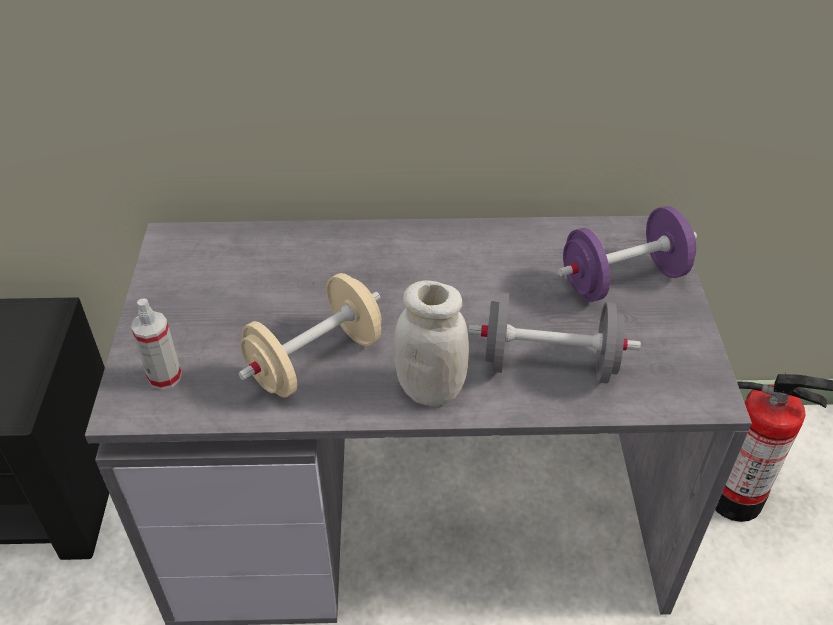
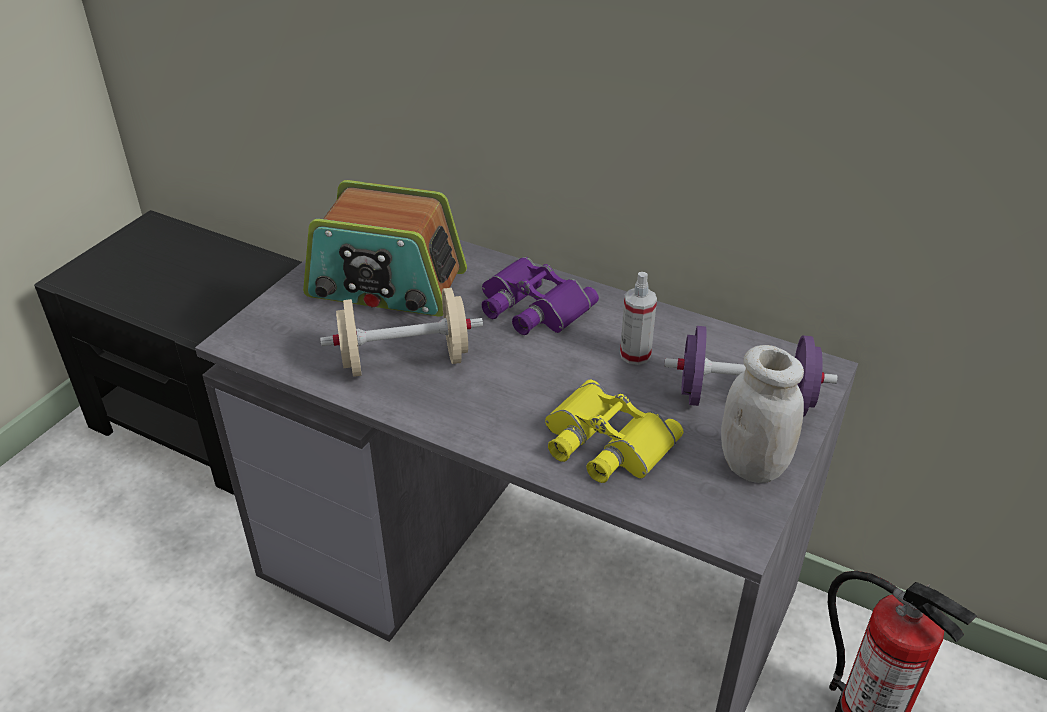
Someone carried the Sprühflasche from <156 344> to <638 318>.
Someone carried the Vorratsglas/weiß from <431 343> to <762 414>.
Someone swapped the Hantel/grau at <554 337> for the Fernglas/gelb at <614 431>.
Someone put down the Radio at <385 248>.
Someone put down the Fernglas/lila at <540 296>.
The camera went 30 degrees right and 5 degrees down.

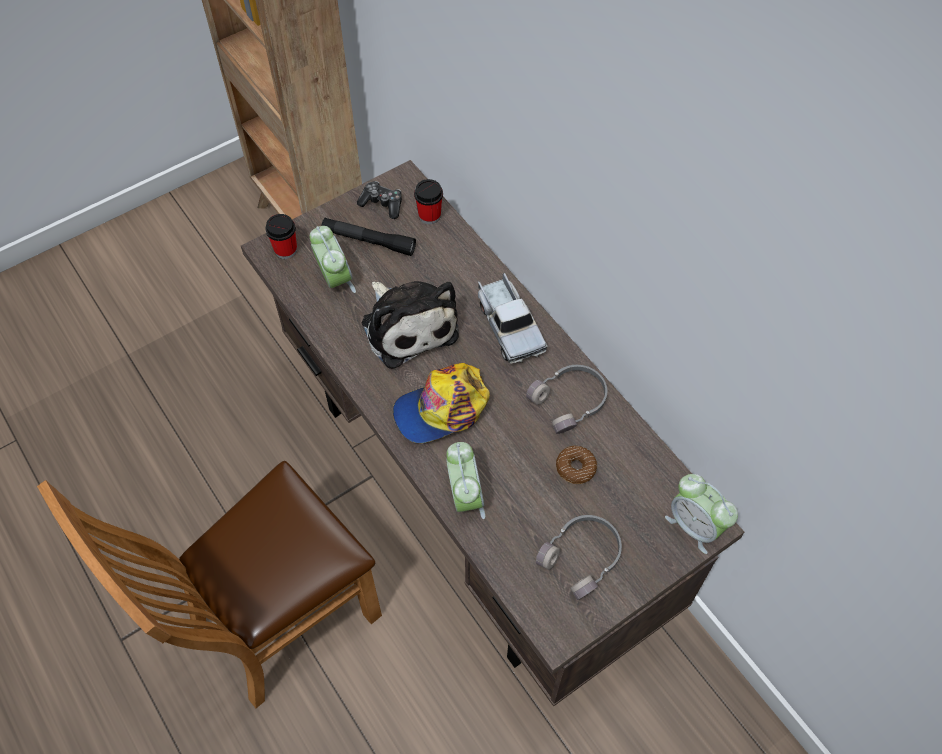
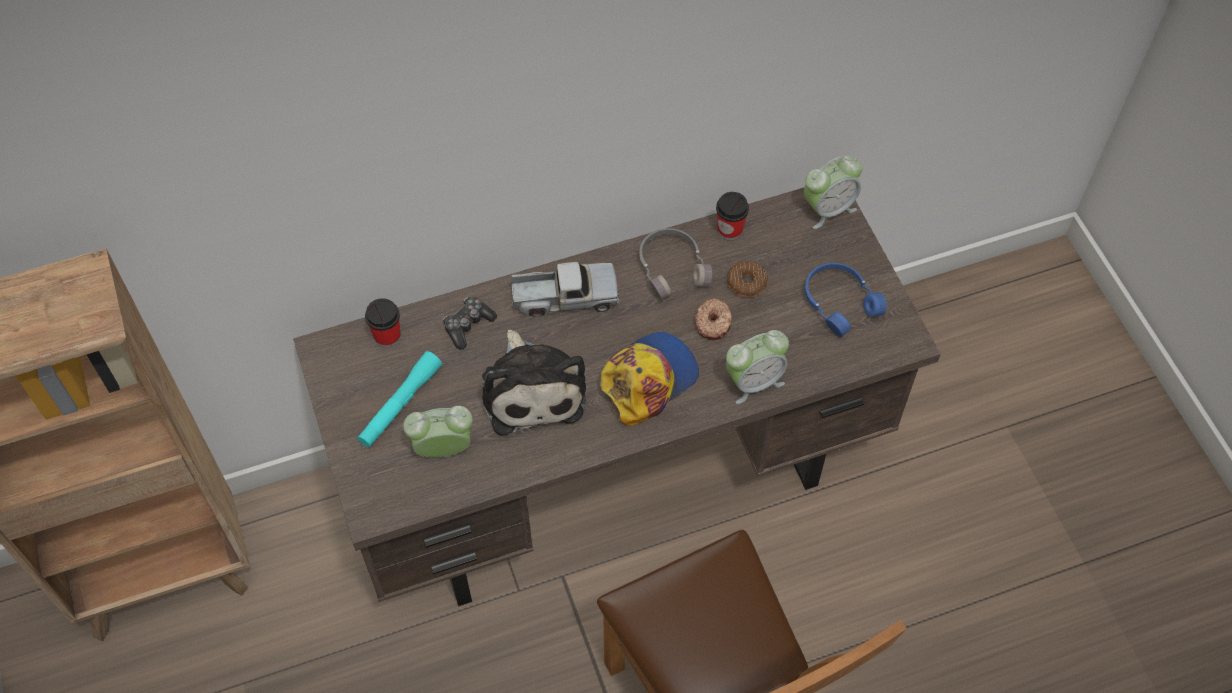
Someone carried the Tasse from <281 236> to <732 216>.
Someone repainted the Taschenlampe/schwarz at <368 237>, which became the Taschenlampe/türkis at <399 399>.
Someone carried the Gamepad from <379 200> to <470 323>.
Someone rotated the Plüschtier at <410 325> by 90 degrees clockwise.
Someone rotated the Kappe at <441 403> by 120 degrees counterclockwise.
Someone rotated the Wecker at <465 480> by 150 degrees clockwise.
Someone repainted the Kopfhörer/grau at <579 557>, which became the Kopfhörer/blau at <846 300>.
Someone put down the Donut at <713 319>.
The camera went 75 degrees left and 0 degrees up.

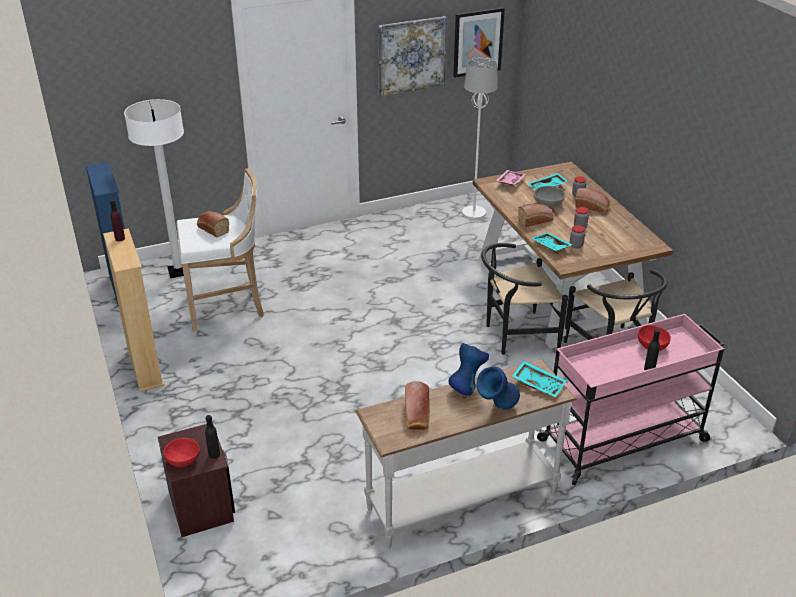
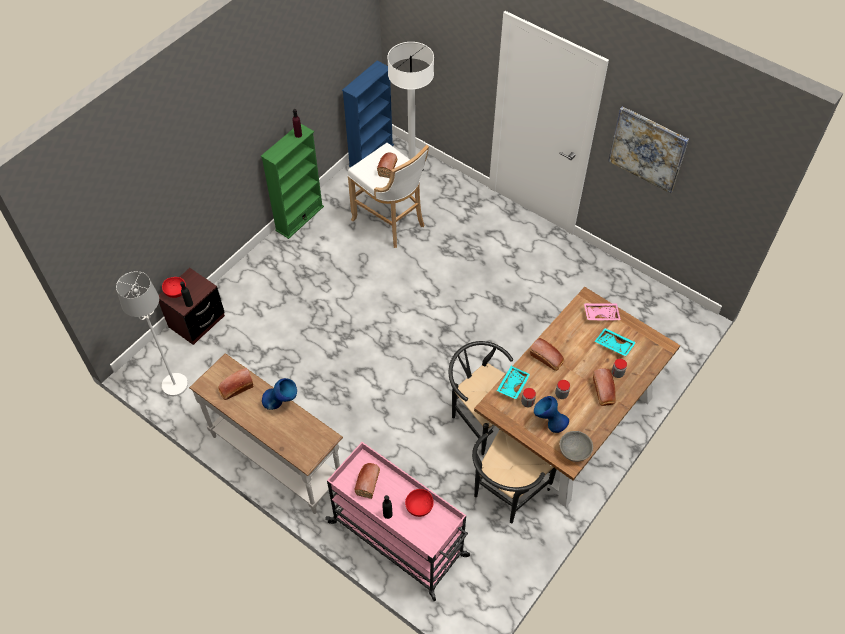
Someone repainted the Bücherregal/beige at <133 310>, which became the Bücherregal/grün at <292 181>.
Someone took away the Bild at <479 42>.
Someone carried the Stehlampe/weiß from <480 138> to <152 333>.
Someone carried the Vase/blau from <498 388> to <551 414>.
Someone took away the Tablett/türkis at <539 379>.
Someone carried the Schüssel/grau from <549 196> to <576 446>.
Someone put down the Brot at <367 481>.
The camera went 60 degrees right and 20 degrees up.

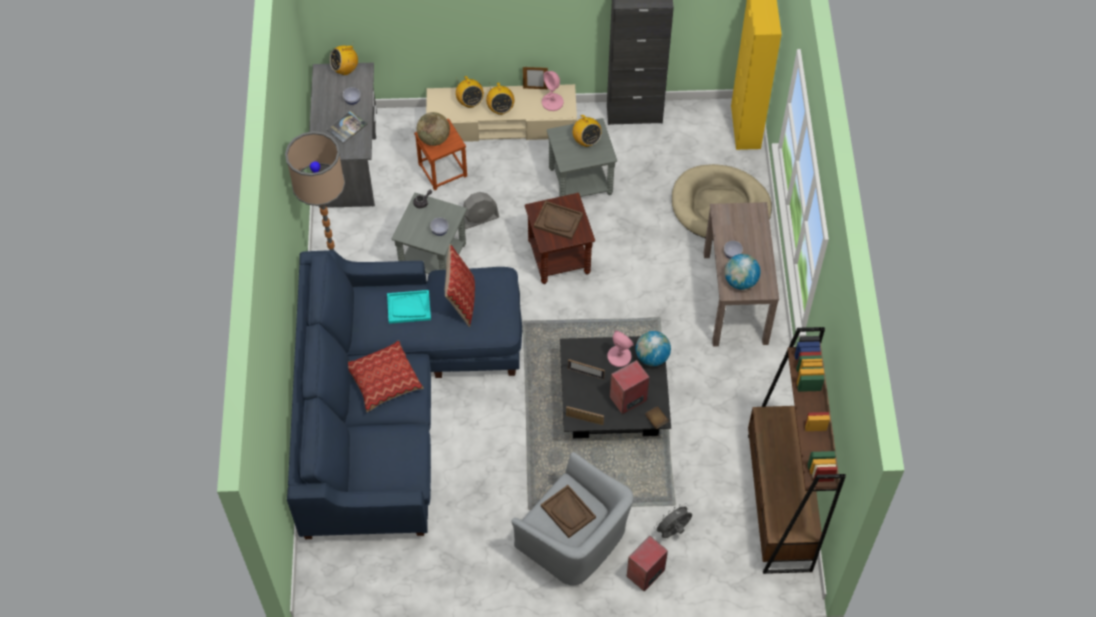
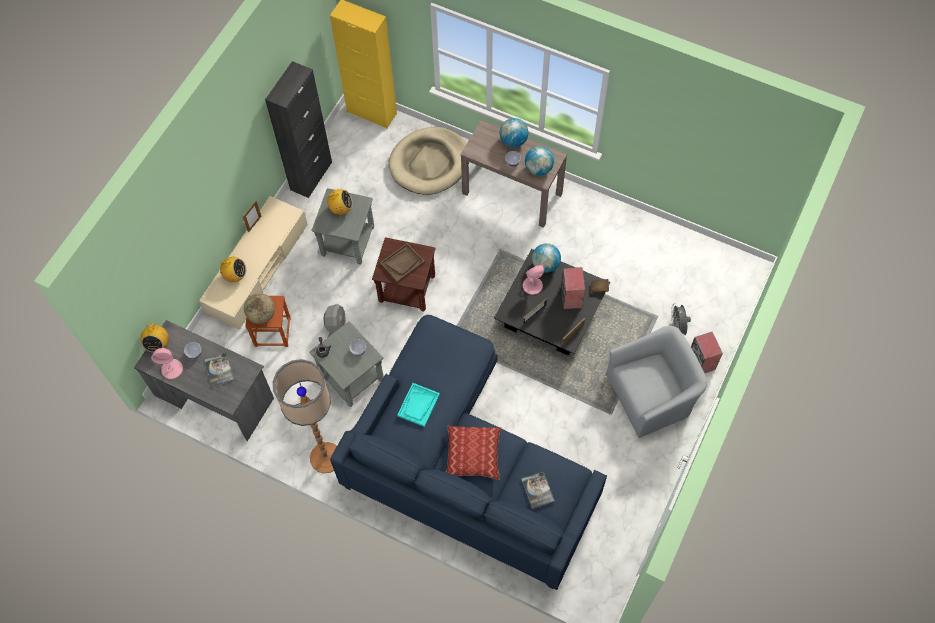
Someone took away the Kissen at <460 285>.
Someone took away the Radio at <500 99>.
Someone took away the Tablett/braun at <568 511>.
Someone carried the Tischlampe/rosa from <553 91> to <167 363>.
Someone took away the Bücherregal/braun at <797 450>.
Someone put down the Globus at <514 132>.
Someone put down the Buch at <538 490>.
The camera went 60 degrees left and 5 degrees up.

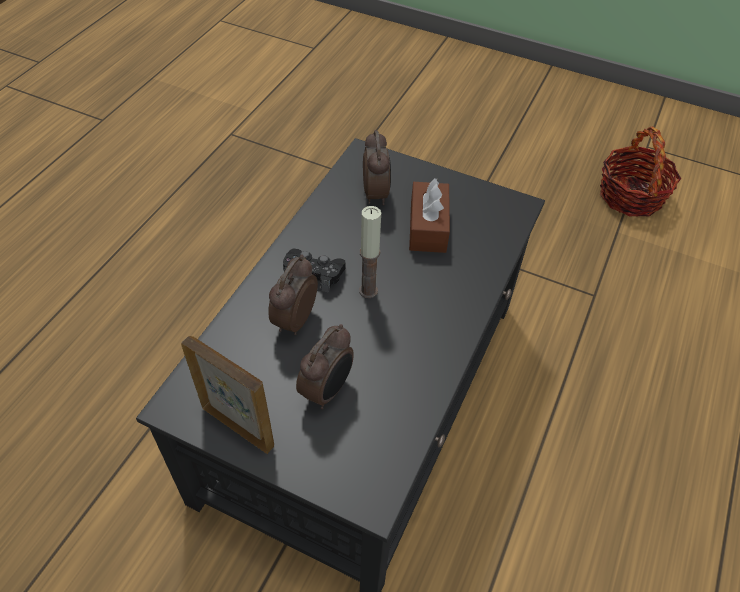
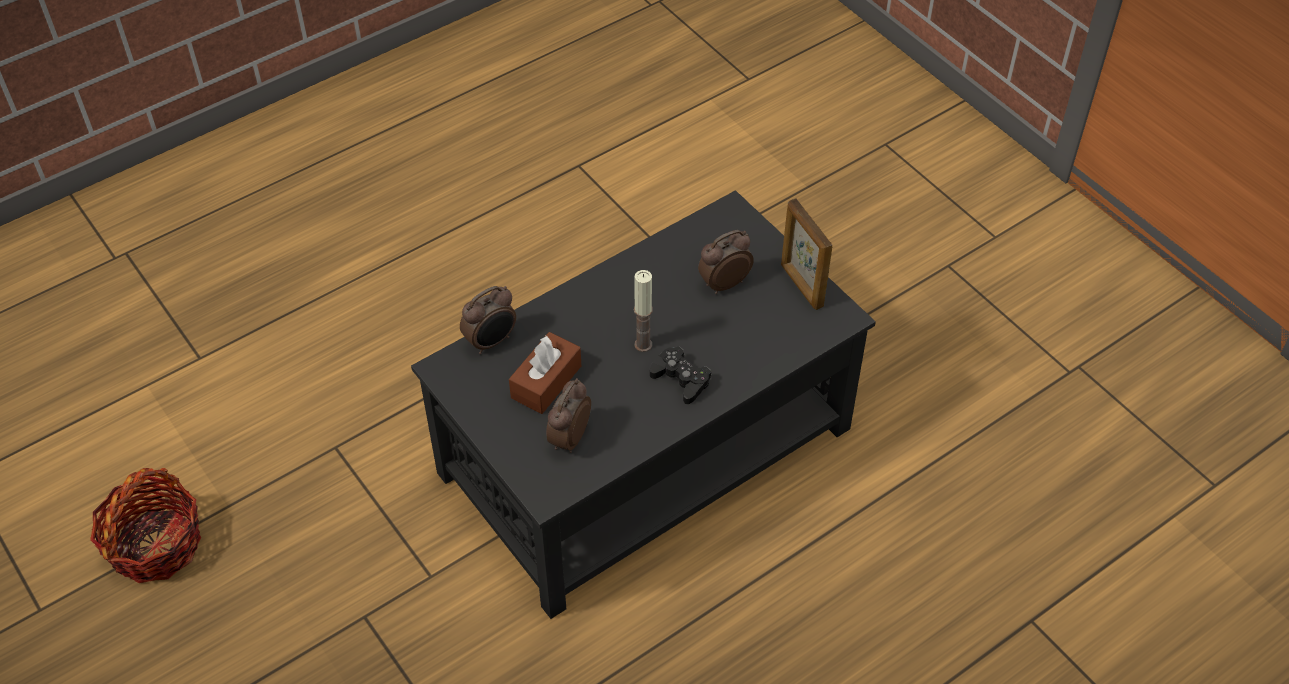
Someone carried the Wecker from <293 295> to <488 320>.
The camera went 150 degrees left and 0 degrees up.

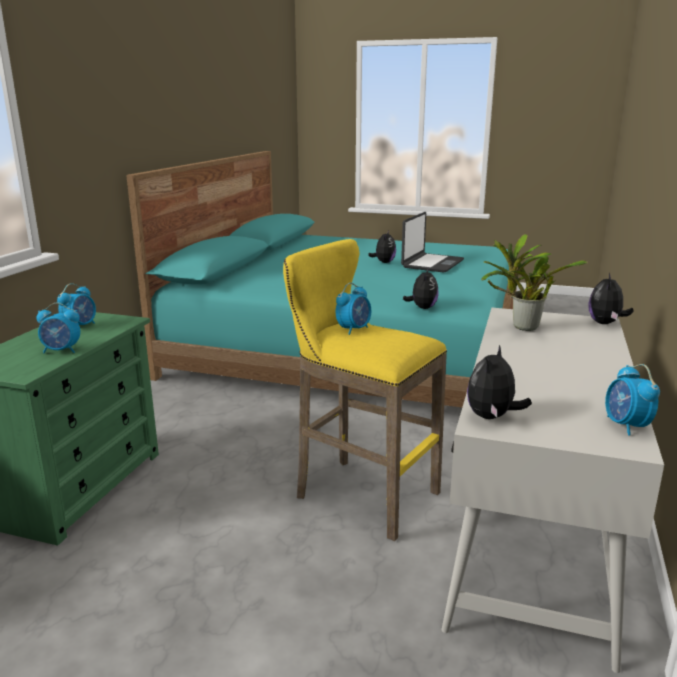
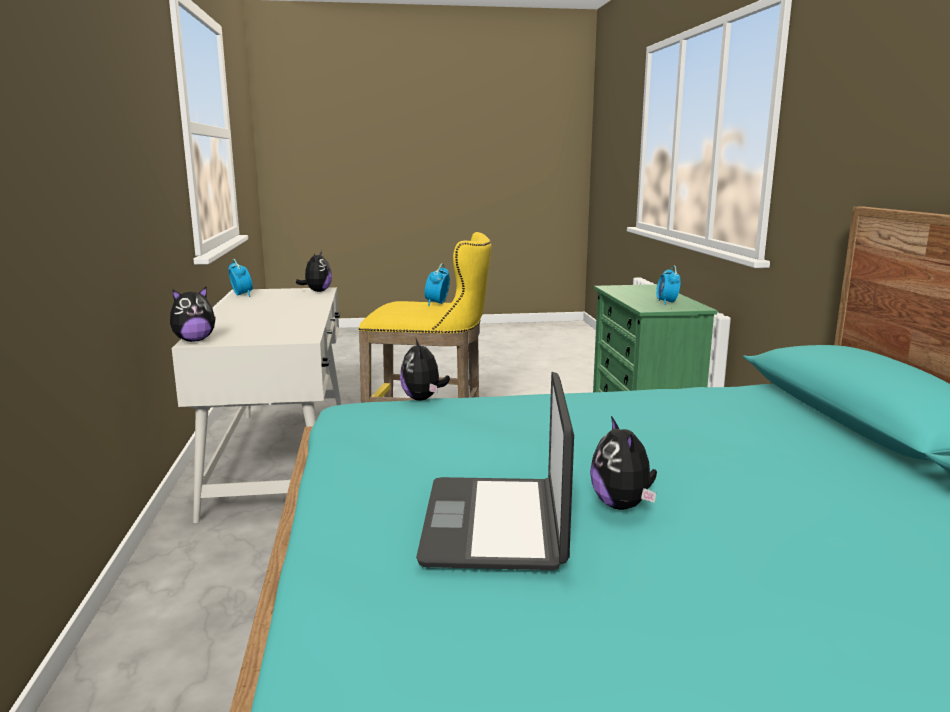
Someone took away the Wecker at <58 328>.
Someone took away the Topfpflanze at <534 282>.
Someone rotated the Plüschtier at <611 298> by 60 degrees clockwise.
The camera went 155 degrees right and 5 degrees down.

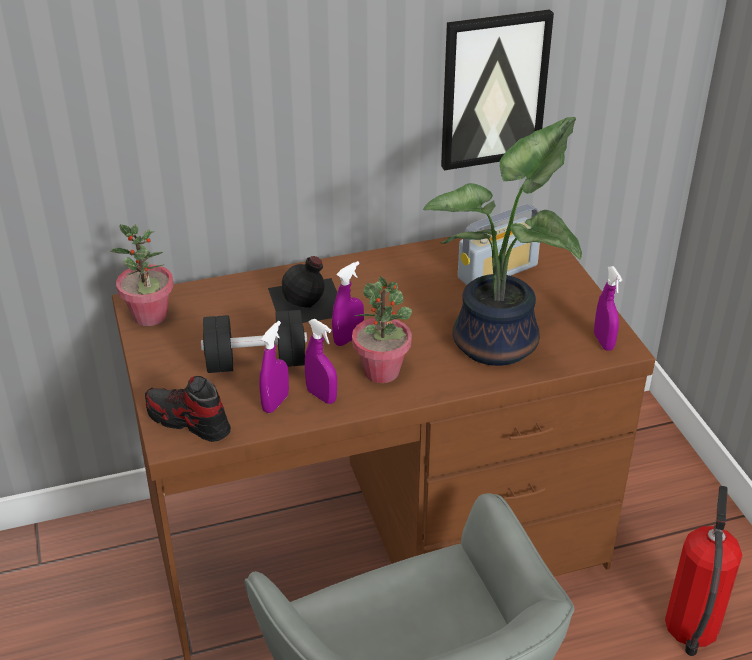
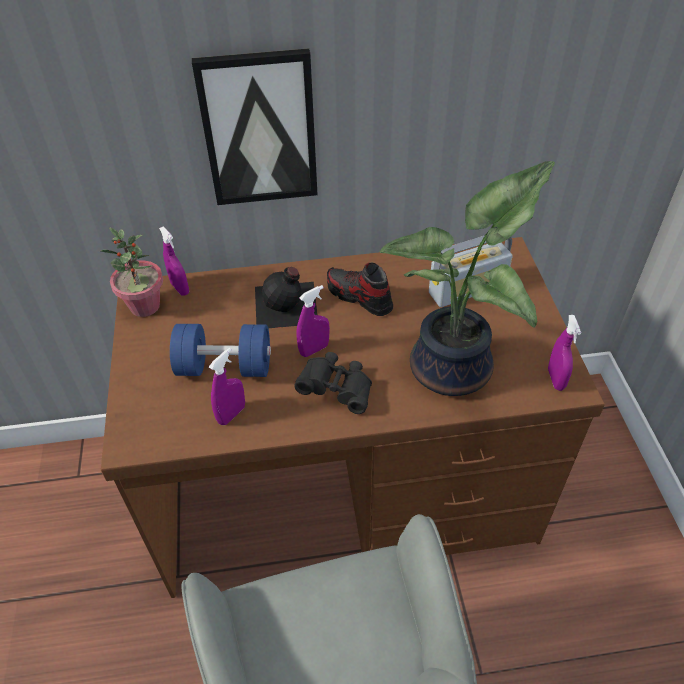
Someone carried the Schuh from <188 409> to <360 289>.
Someone repainted the Hantel/schwarz at <254 341>, which became the Hantel/blau at <220 350>.
Someone carried the Sprühflasche/lila from <321 361> to <174 261>.
Someone swapped the Topfpflanze at <382 329> for the Fernglas/schwarz at <333 383>.
Someone carried the Bild from <497 89> to <255 126>.
Someone took away the Feuerlöscher at <703 571>.
The camera went 10 degrees right and 10 degrees up.

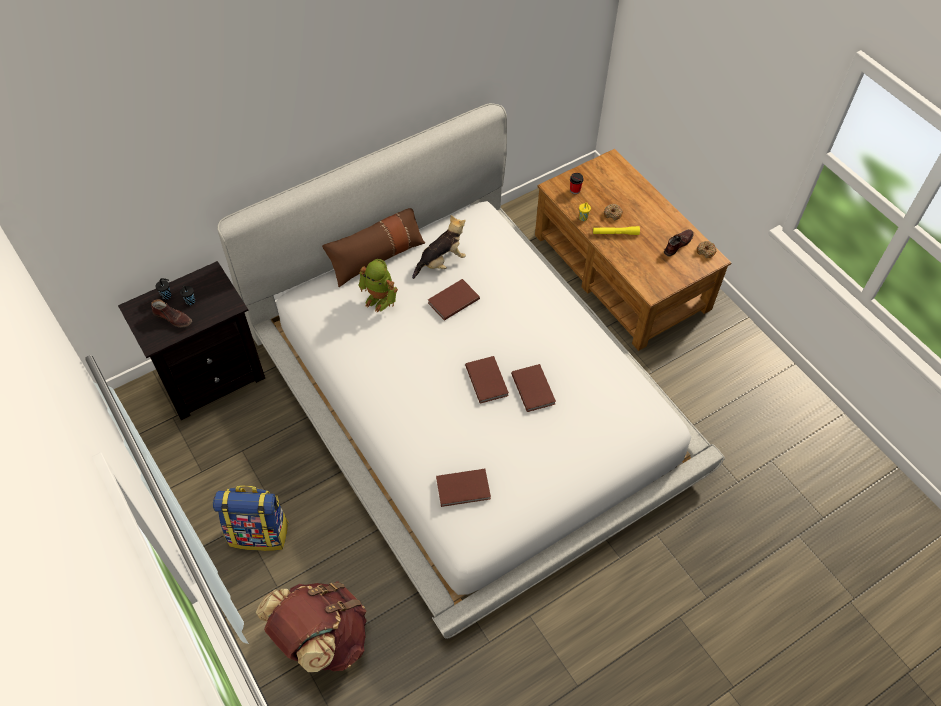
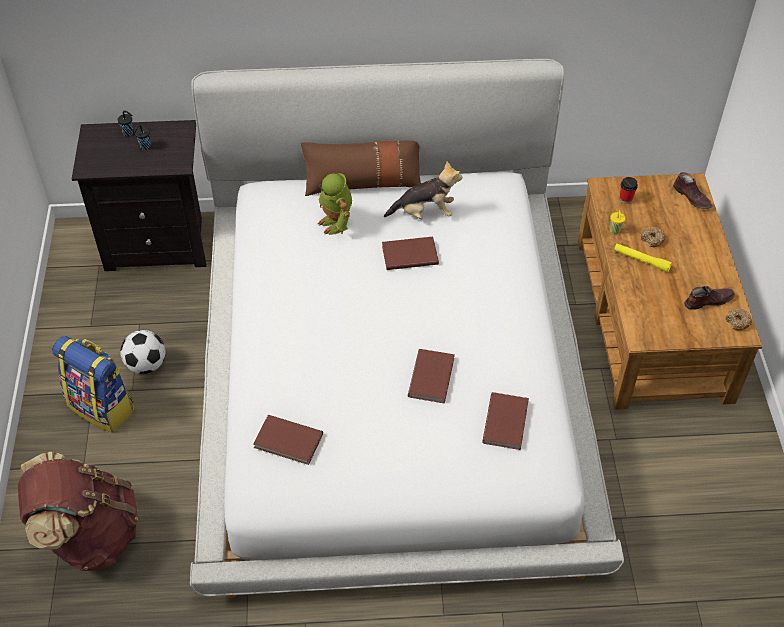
Someone carried the Schuh/braun from <171 313> to <692 190>.
Someone carried the Buch/braun from <487 380> to <505 421>.
Someone put down the Fußball at <143 352>.
The camera went 30 degrees right and 5 degrees down.

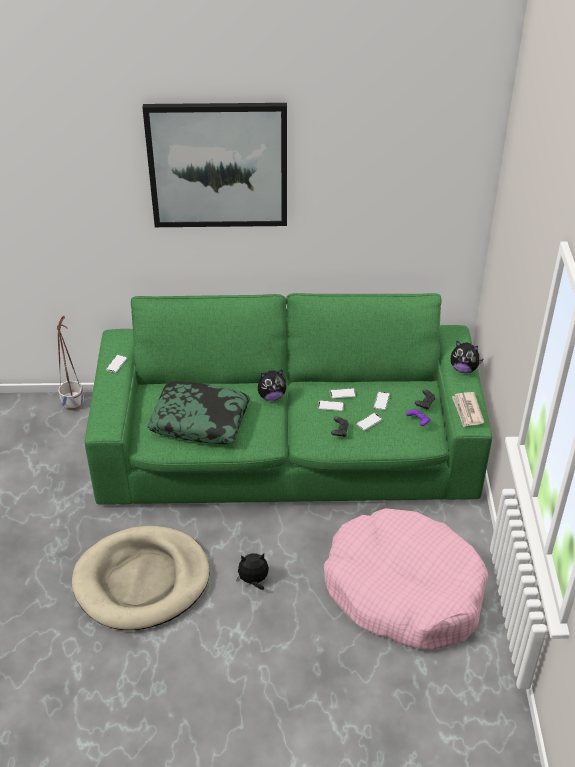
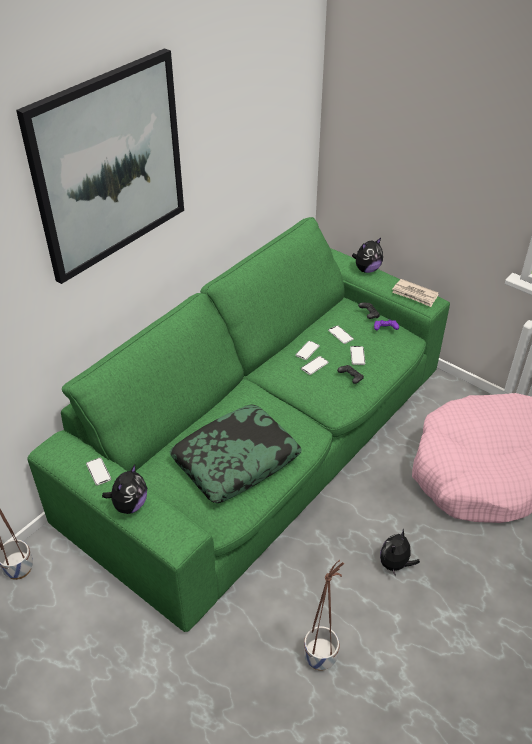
Someone swapped the Hundebett/beige at <141 578> for the Pflanzkübel at <324 615>.
Someone carried the Plüschtier from <272 385> to <124 489>.
The camera went 50 degrees left and 0 degrees up.

